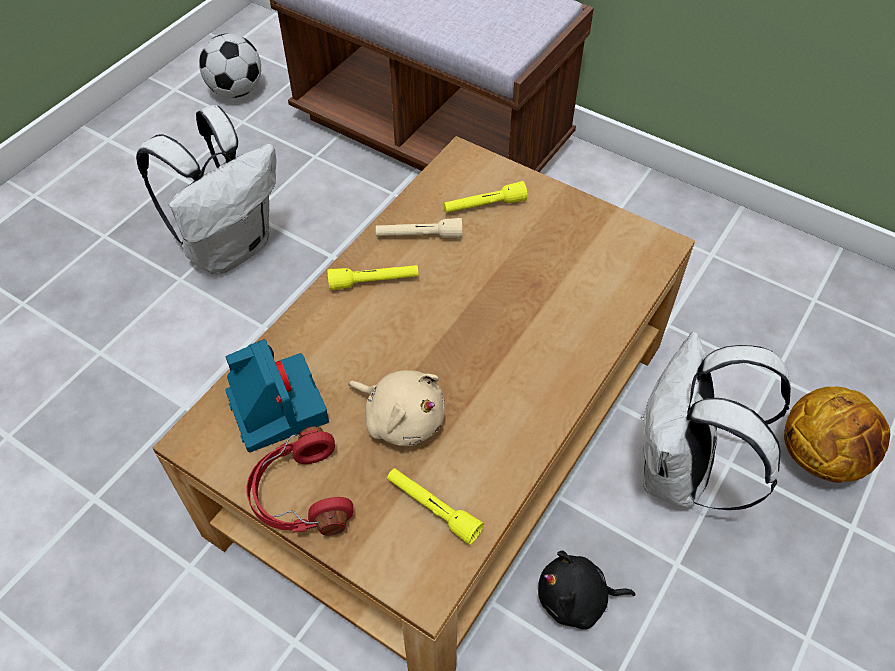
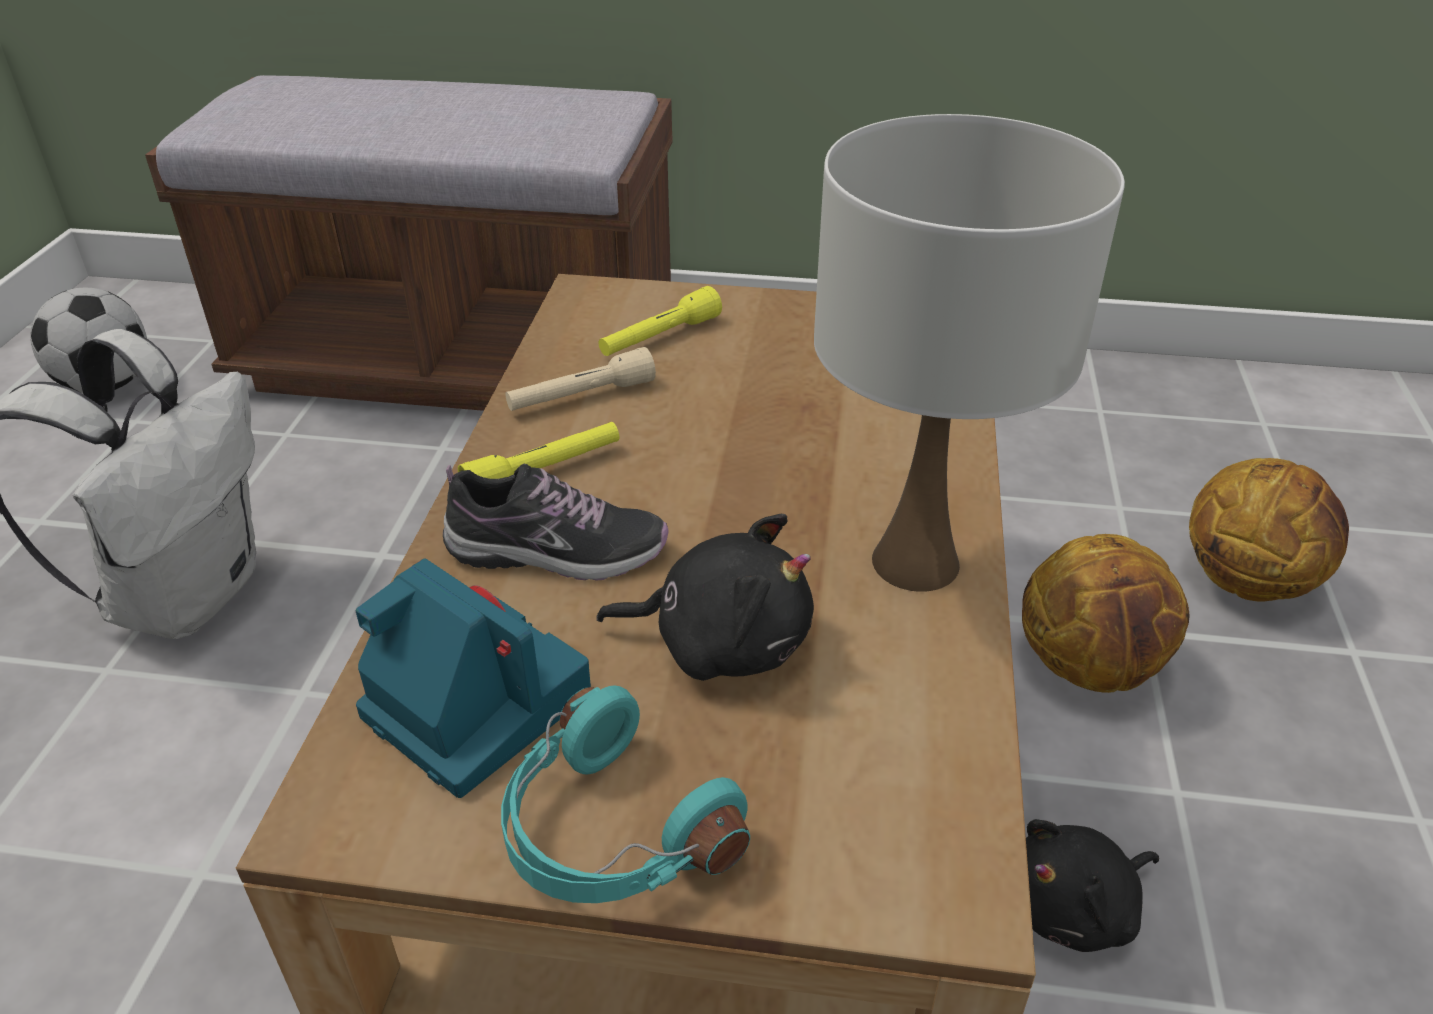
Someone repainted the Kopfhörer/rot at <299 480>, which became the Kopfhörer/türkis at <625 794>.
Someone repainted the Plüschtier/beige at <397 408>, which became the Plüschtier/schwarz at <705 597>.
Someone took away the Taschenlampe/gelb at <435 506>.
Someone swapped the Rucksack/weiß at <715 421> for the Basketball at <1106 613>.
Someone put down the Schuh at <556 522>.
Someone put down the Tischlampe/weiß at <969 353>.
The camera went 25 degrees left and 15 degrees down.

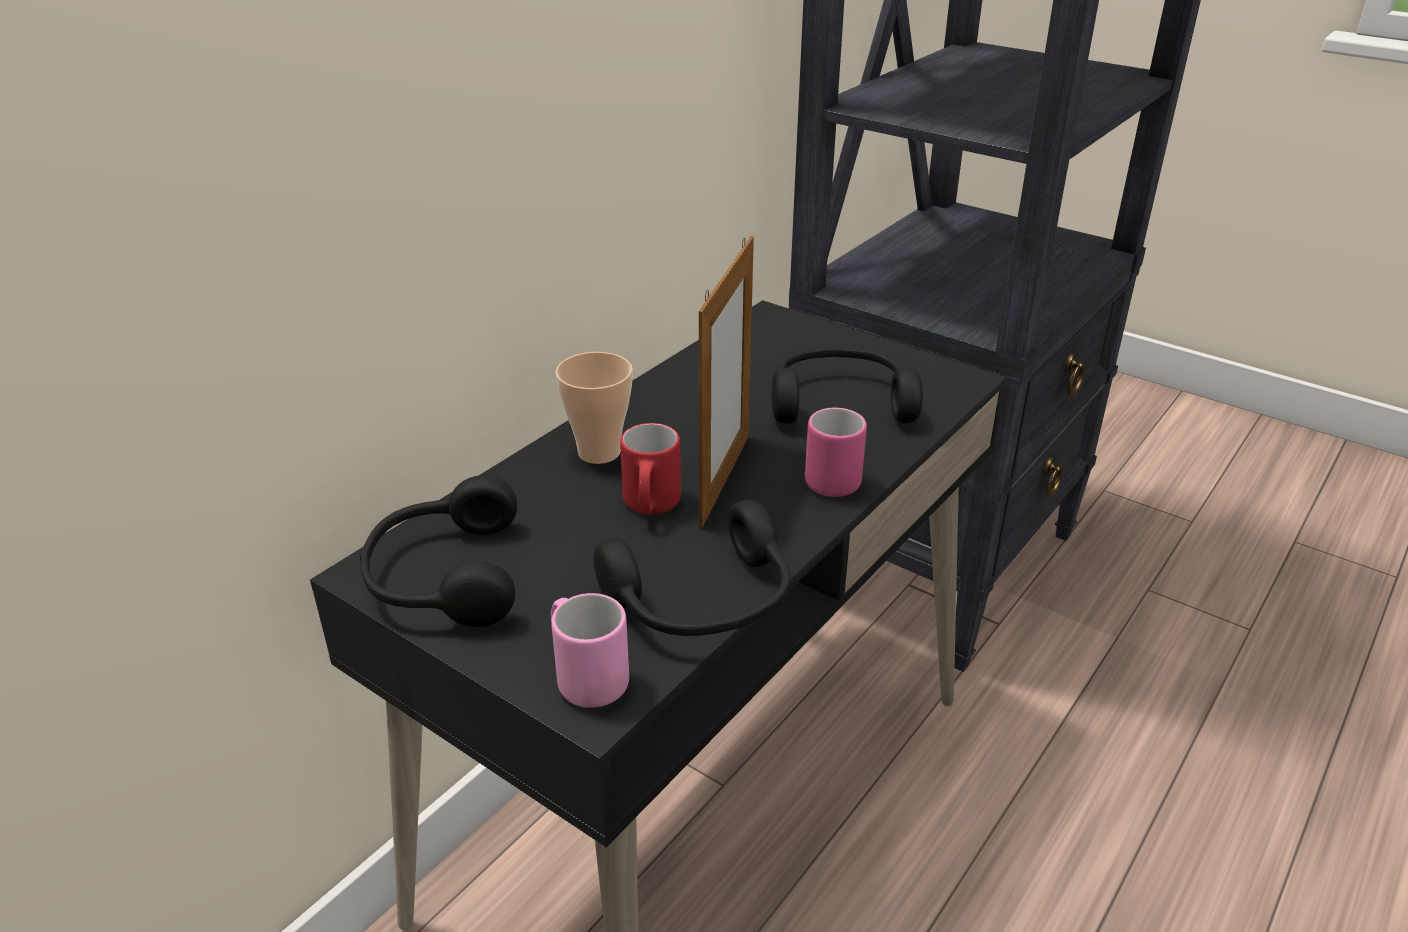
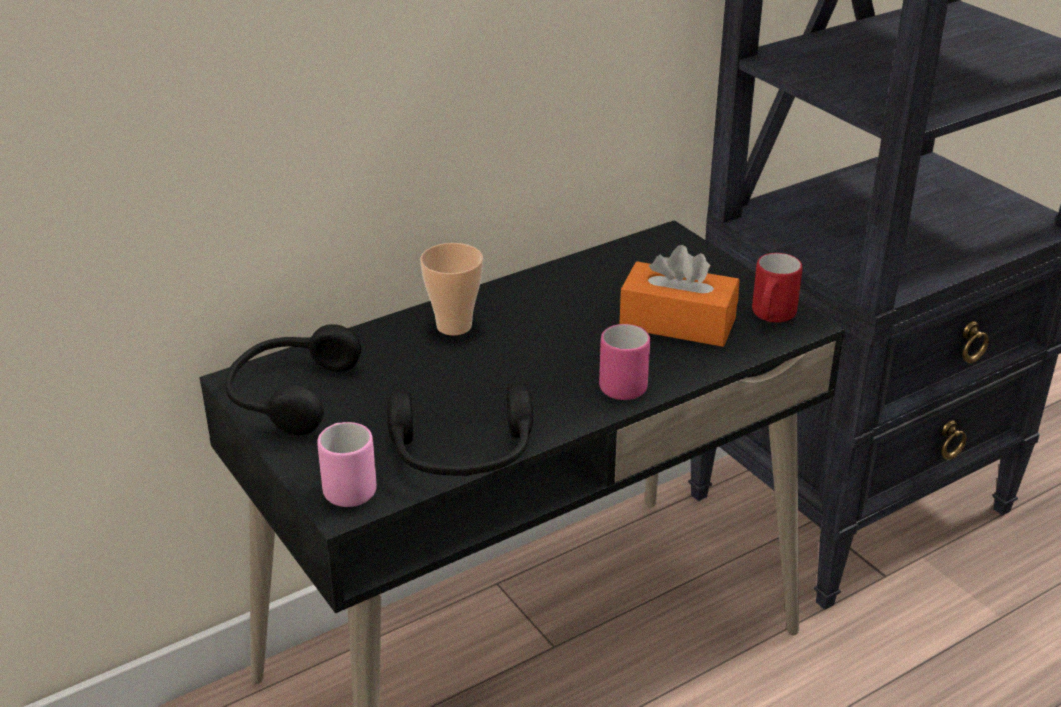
Someone carried the Henkelbecher/rot from <650 469> to <777 288>.
Someone took away the Bilderrahmen at <726 382>.
Someone swapped the Kopfhörer/schwarz at <847 385> for the Taschentuchbox/orange at <679 296>.
The camera went 20 degrees right and 0 degrees up.

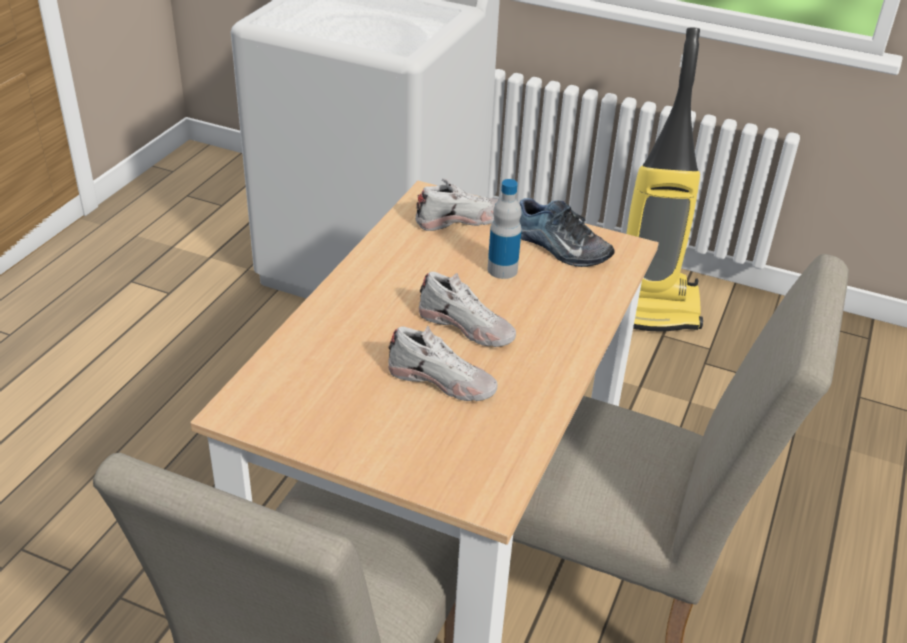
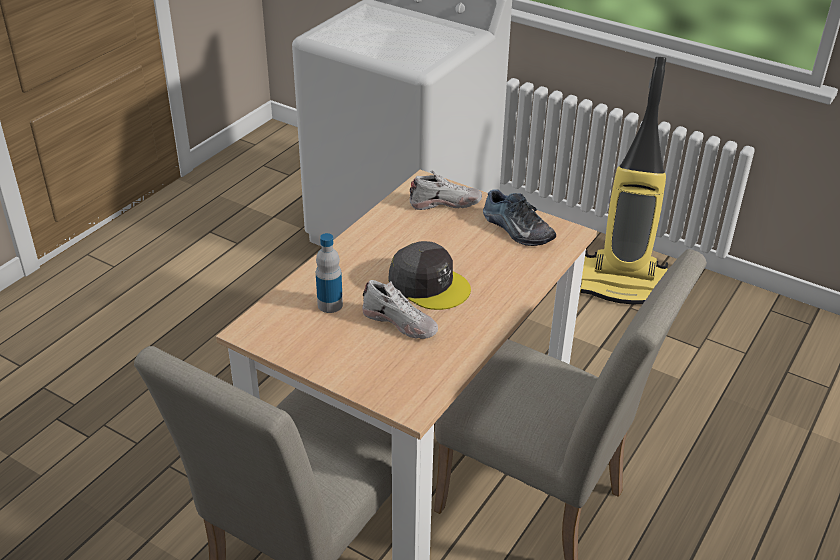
Someone swapped the Schuh/weiß at <467 309> for the Kappe/grau at <429 275>.
Someone carried the Flasche from <504 229> to <329 273>.
The camera went 10 degrees right and 0 degrees up.

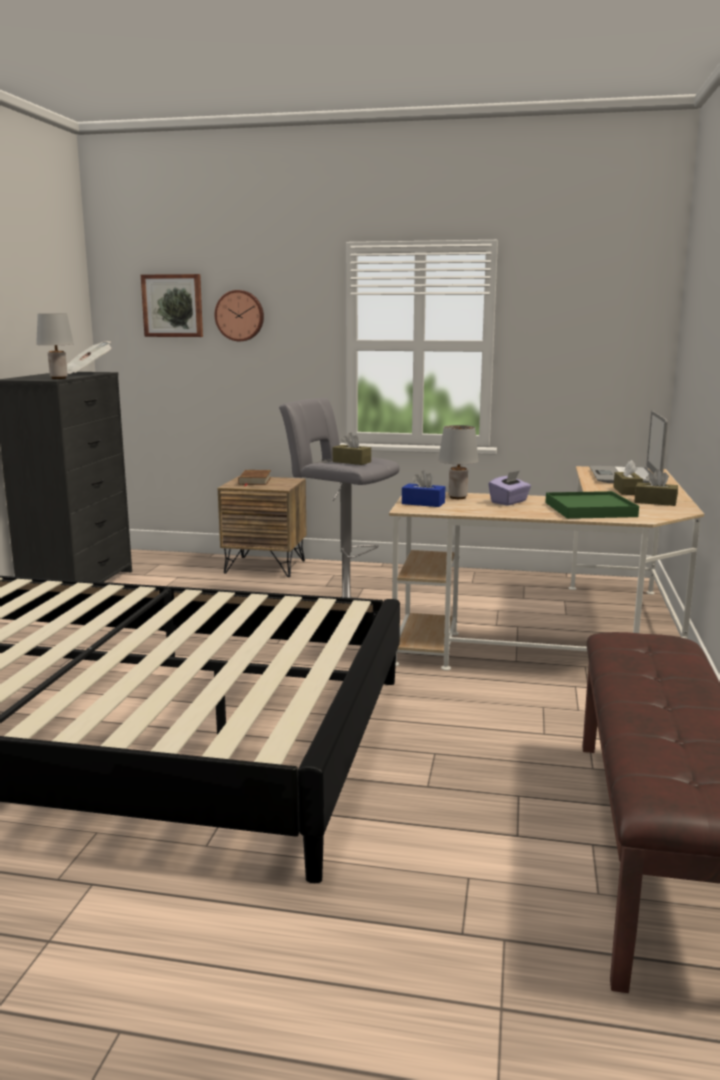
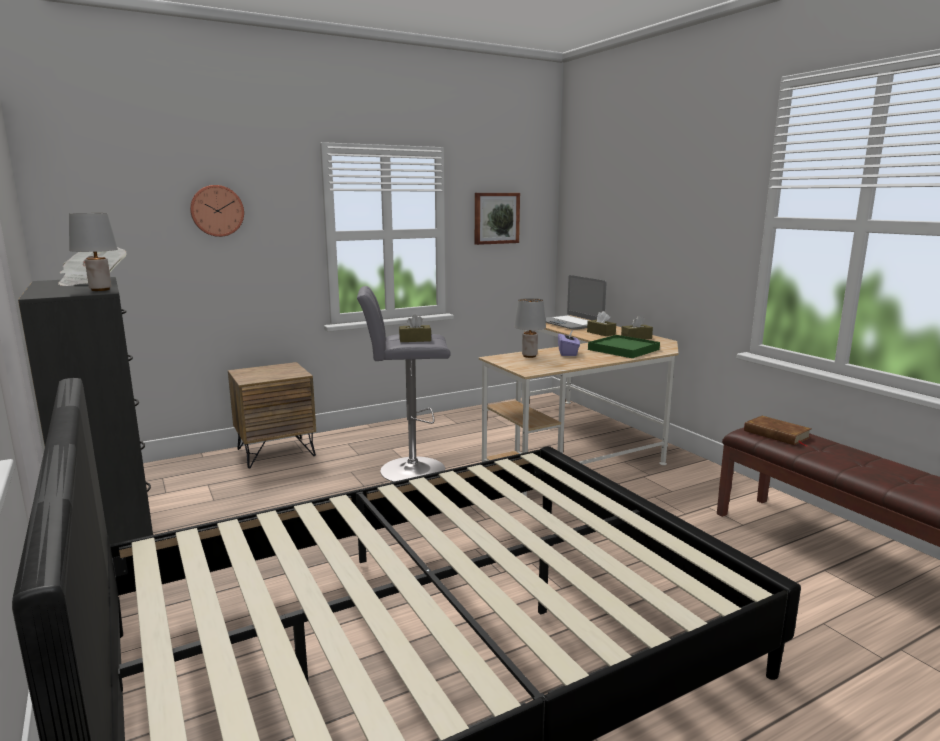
Someone carried the Bild from <172 305> to <497 219>.
Someone carried the Buch/braun from <254 478> to <777 431>.
Someone took away the Taschentuchbox/blau at <423 488>.
The camera went 40 degrees left and 0 degrees up.

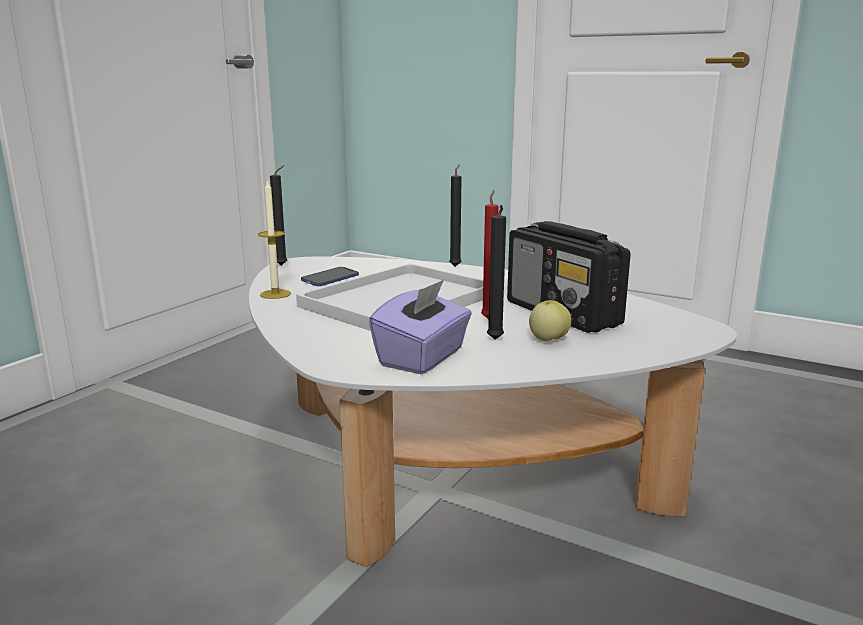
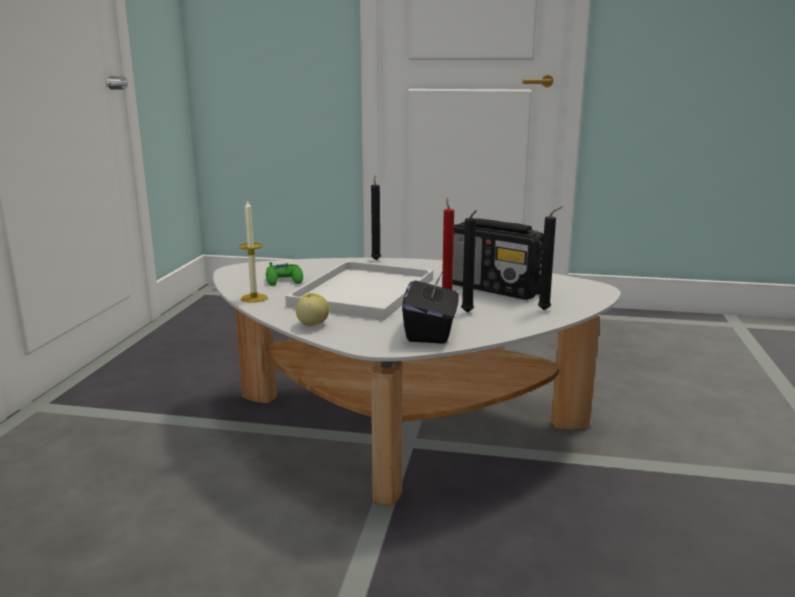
Someone carried the Kerze/schwarz from <278 215> to <550 258>.
Someone swapped the Handy at <330 276> for the Gamepad/grün at <284 274>.
Someone repainted the Taschentuchbox/lila at <420 327>, which became the Taschentuchbox/schwarz at <430 307>.
Someone carried the Apfel from <550 320> to <312 309>.
The camera went 20 degrees left and 0 degrees up.

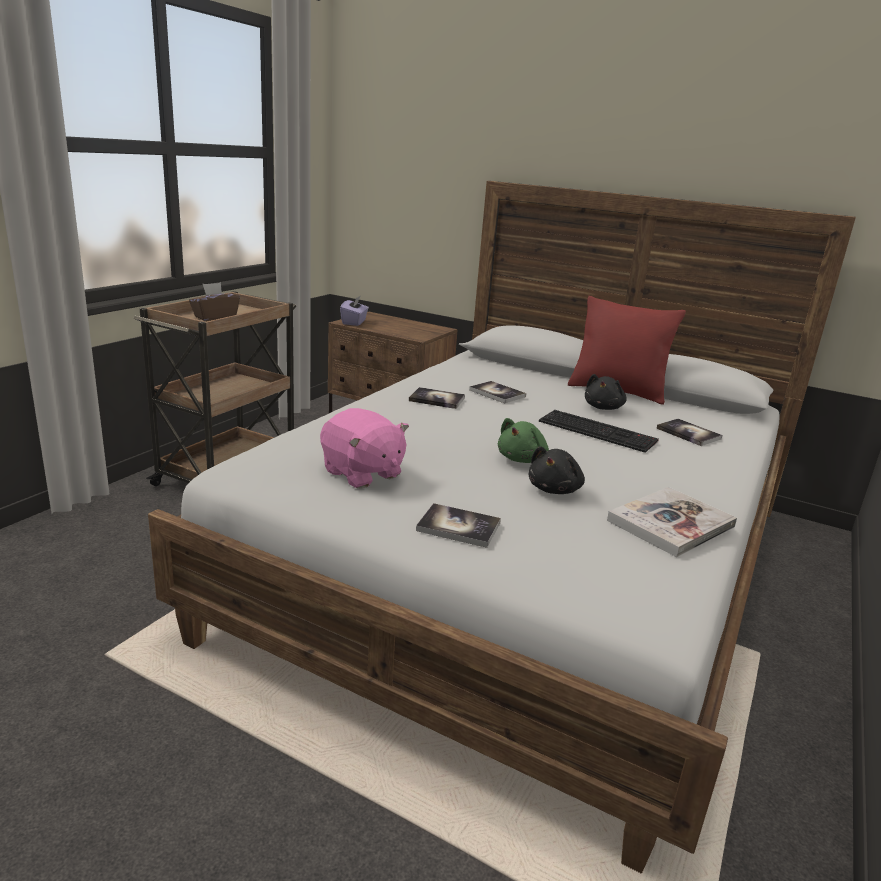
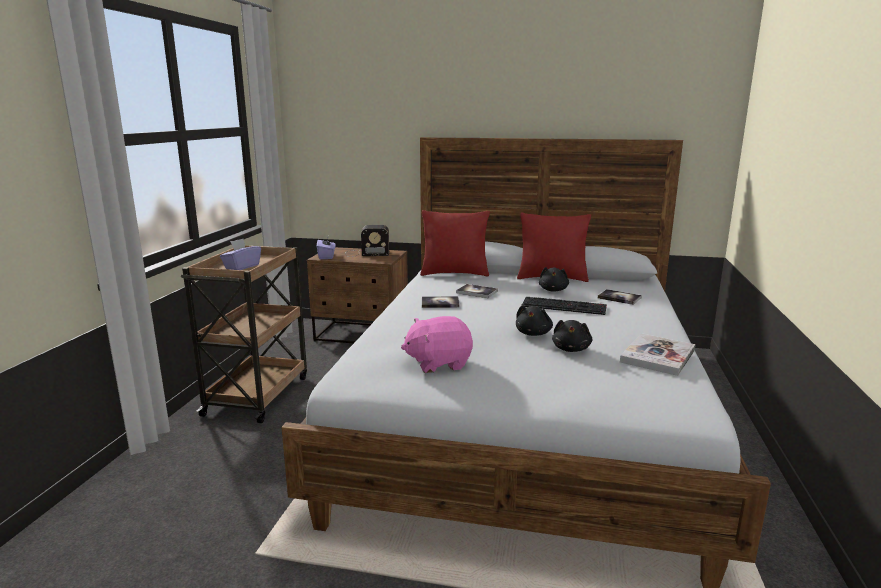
Someone repainted the Taschentuchbox/braun at <214 302>, which became the Taschentuchbox/lila at <240 254>.
Someone rotated the Plüschtier/rosa at <364 448> by 135 degrees clockwise.
Someone took away the Buch at <458 525>.
Someone repainted the Plüschtier/grün at <523 440>, which became the Plüschtier/schwarz at <534 320>.
Someone put down the Radio at <367 241>.
Someone put down the Kissen/rot at <455 243>.
The camera went 15 degrees left and 5 degrees down.

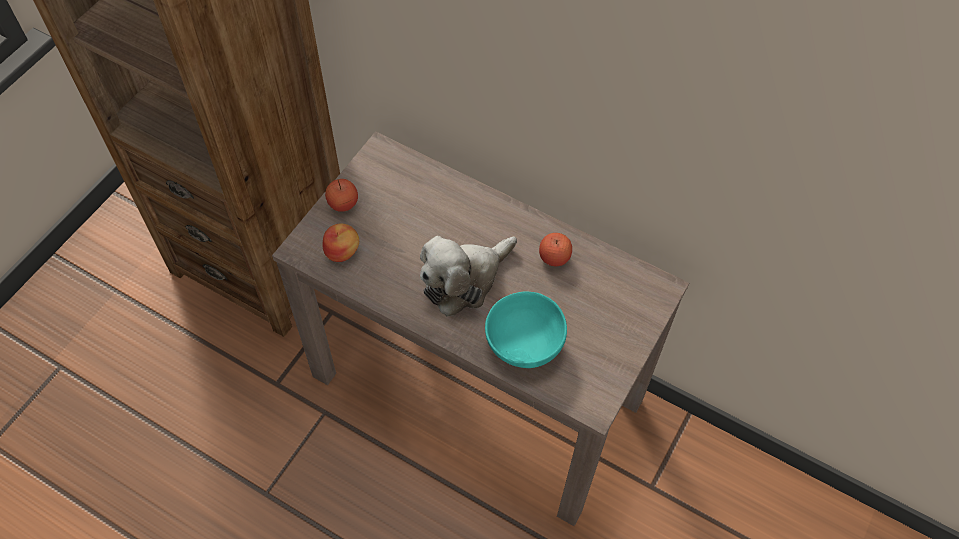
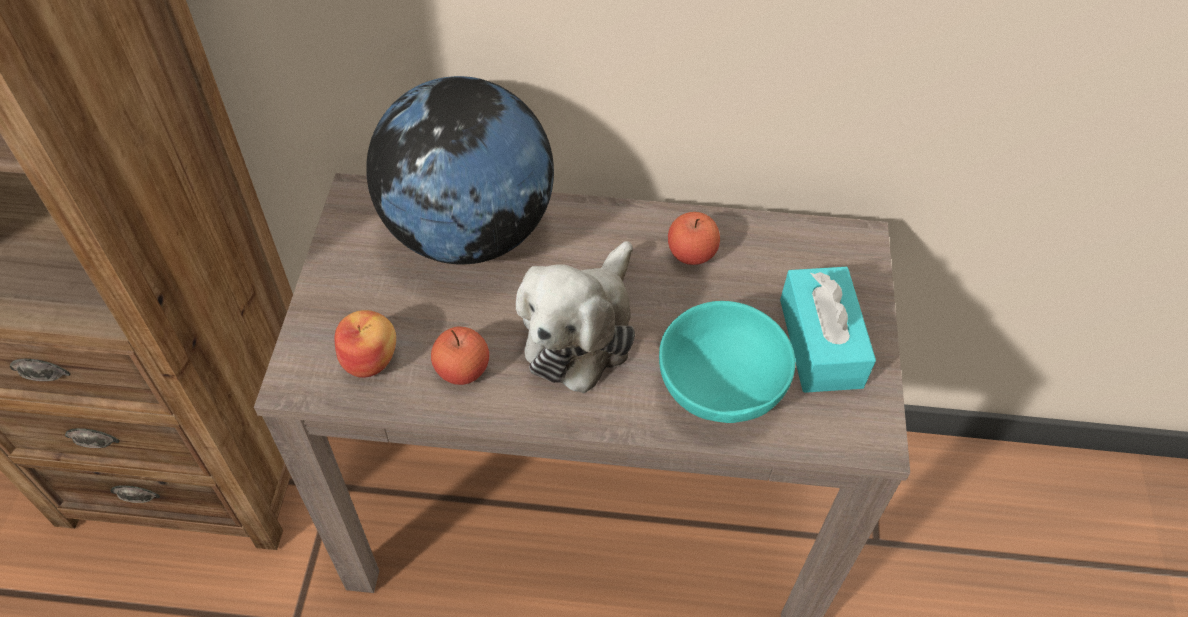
Someone carried the Apfel from <341 195> to <460 355>.
Someone put down the Globus at <460 170>.
Someone put down the Taschentuchbox/türkis at <828 330>.
The camera went 25 degrees left and 5 degrees down.

